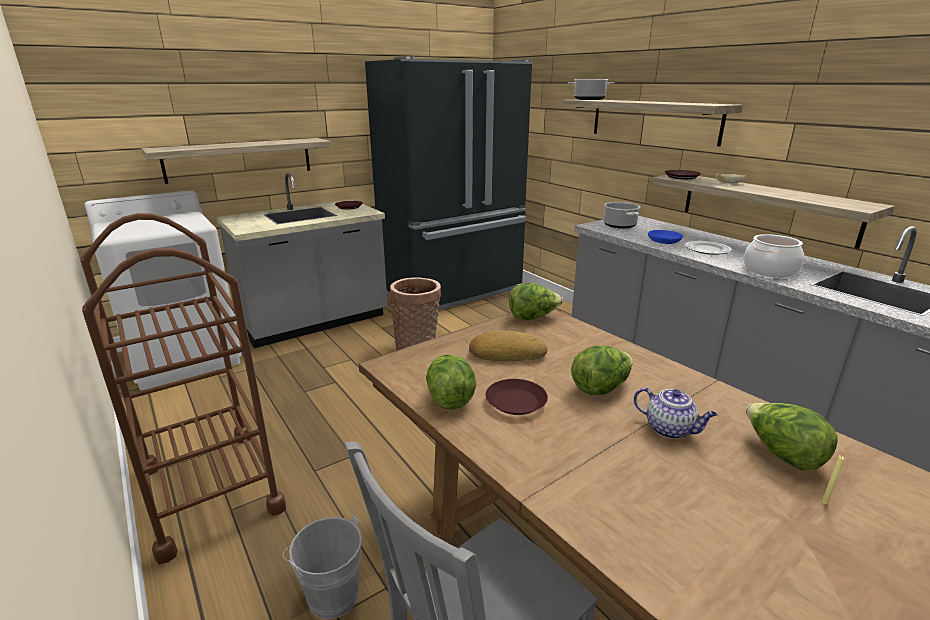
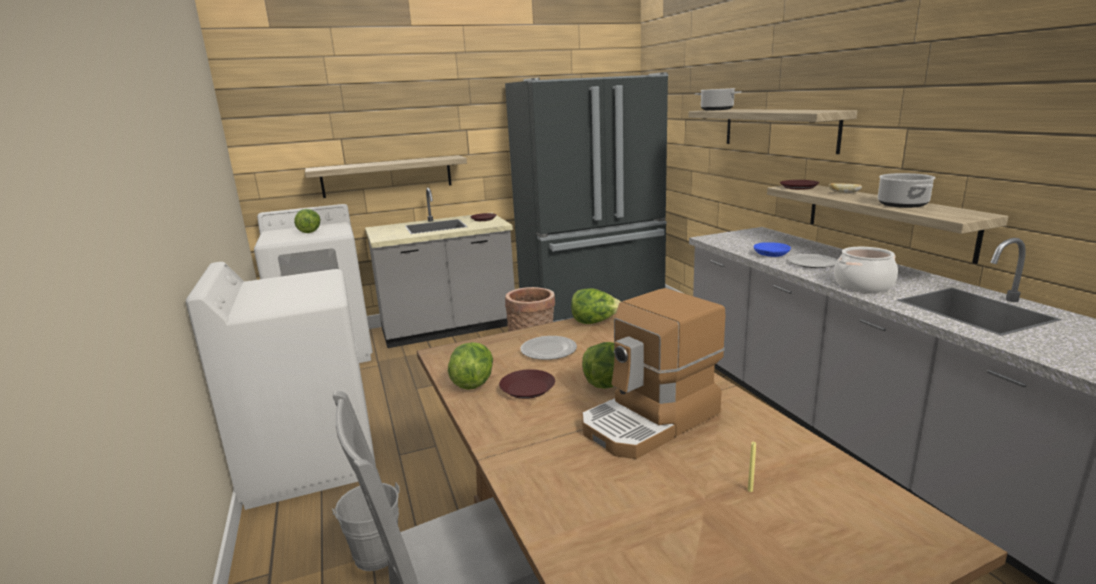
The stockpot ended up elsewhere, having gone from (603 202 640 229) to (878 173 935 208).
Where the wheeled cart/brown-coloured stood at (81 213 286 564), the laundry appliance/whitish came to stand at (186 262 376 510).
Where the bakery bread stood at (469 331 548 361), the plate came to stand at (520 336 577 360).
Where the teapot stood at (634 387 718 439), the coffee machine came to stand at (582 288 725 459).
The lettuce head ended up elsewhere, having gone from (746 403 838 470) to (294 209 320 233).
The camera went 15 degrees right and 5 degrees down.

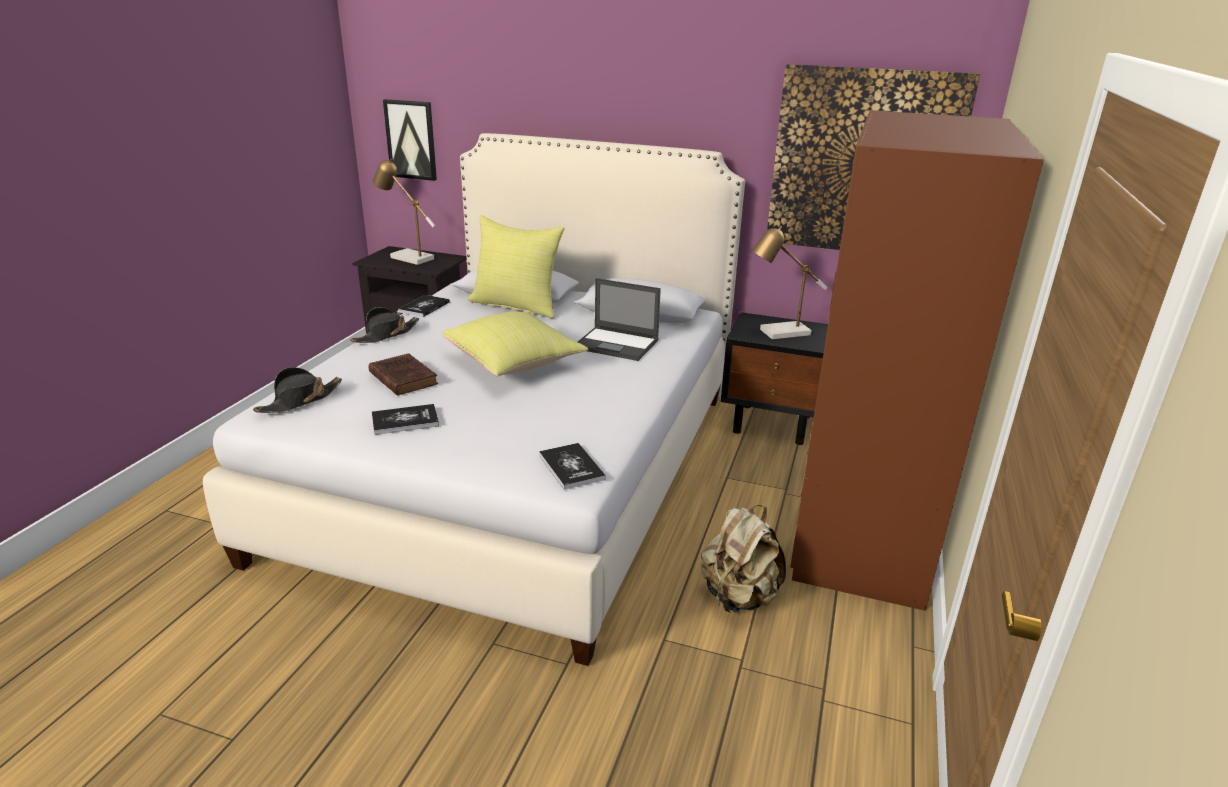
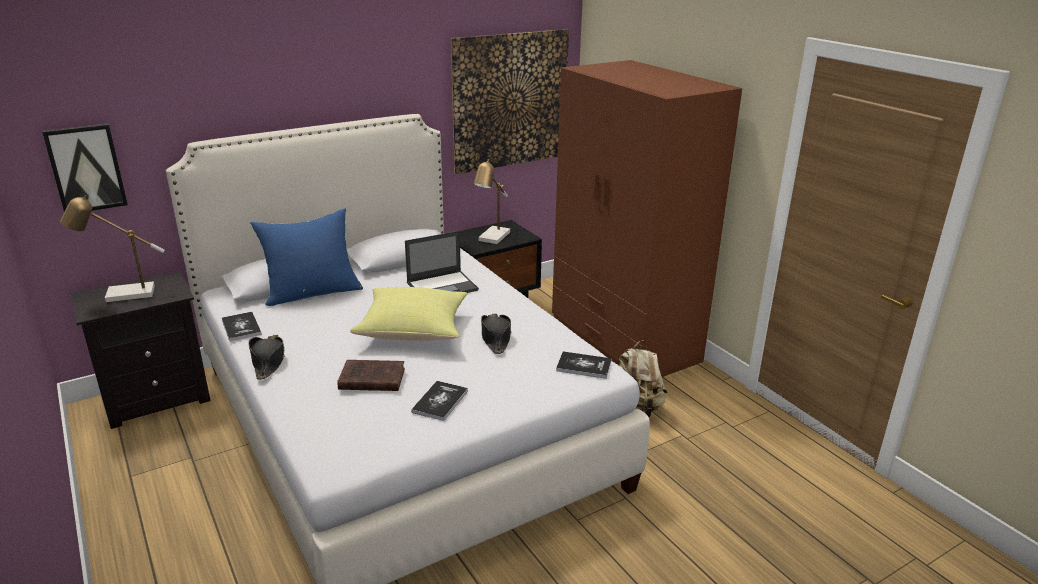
What was the cushion/yellow-coloured at (468 215 564 318) turned into the cushion/blue at (250 208 363 306).
The clothing hat/blackish ended up elsewhere, having gone from (253 367 342 413) to (481 314 511 354).
The camera went 50 degrees left and 0 degrees up.

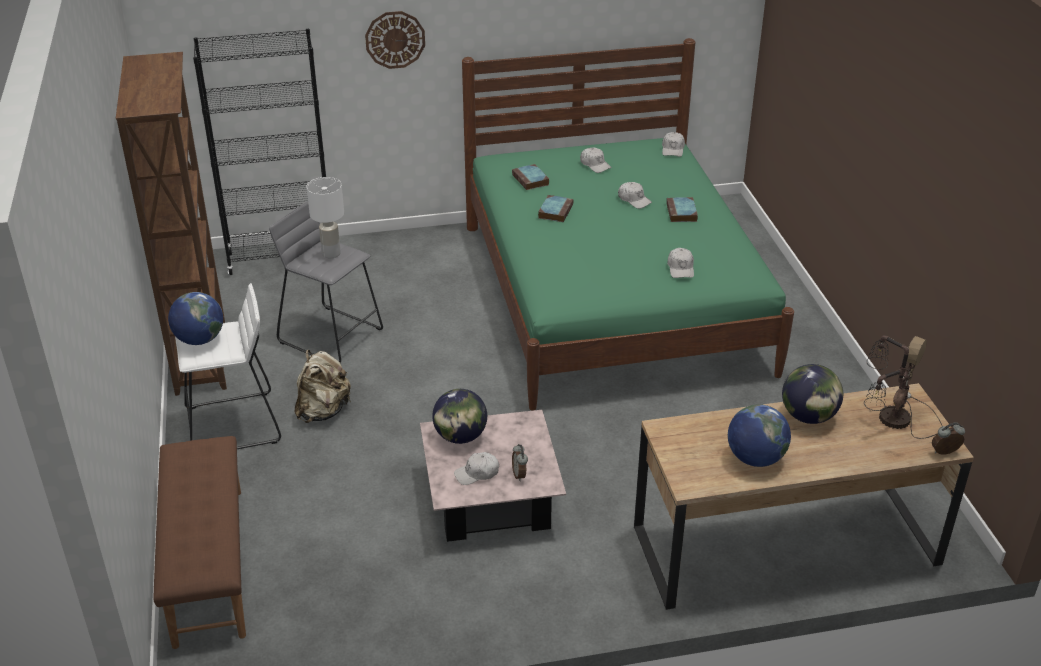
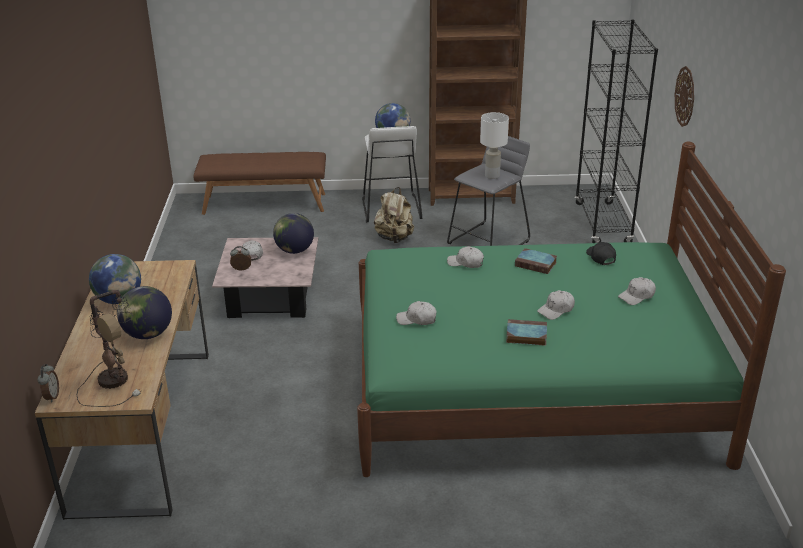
The baseball cap/whitish ended up elsewhere, having gone from (662 132 685 157) to (447 246 484 268).
Where the bound book stood at (512 164 549 190), the baseball cap/blackish came to stand at (586 242 616 265).
The camera went 100 degrees right and 5 degrees down.

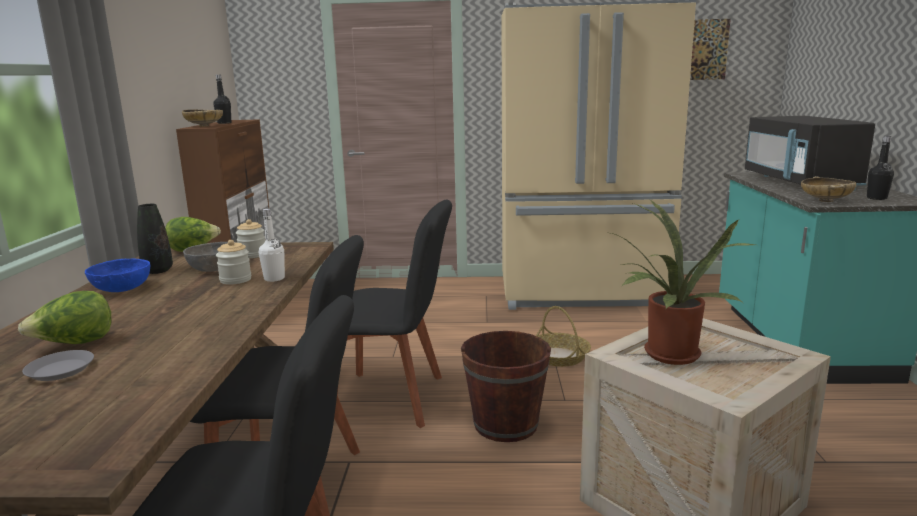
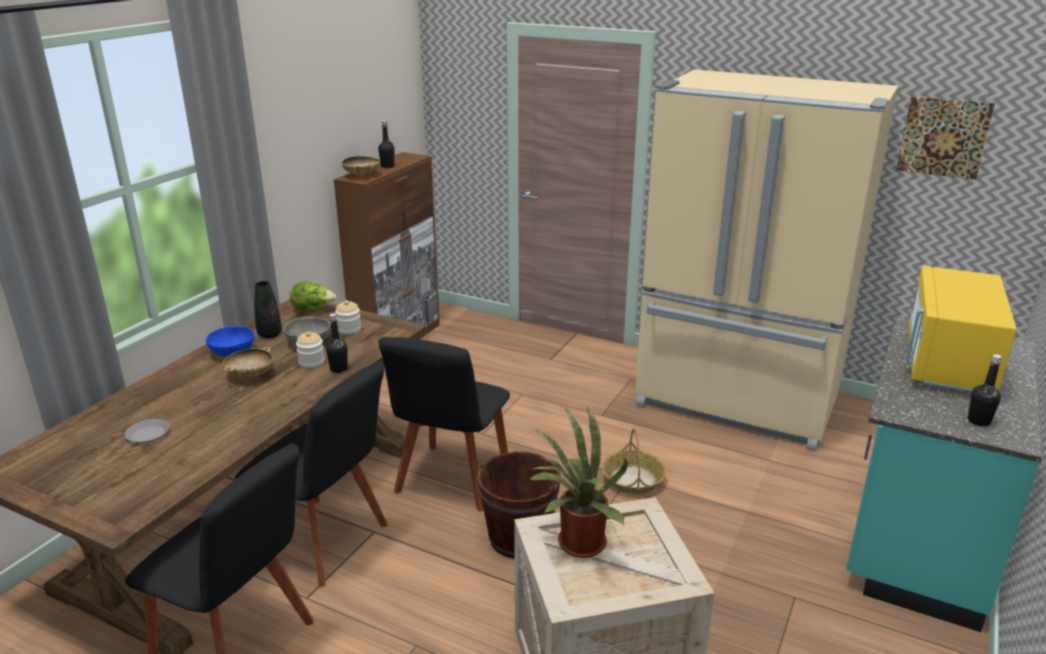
What was the microwave oven/blackish at (745 116 875 190) turned into the microwave oven/yellow-coloured at (907 265 1017 392).
The bowl/sand-coloured ended up elsewhere, having gone from (801 176 856 202) to (223 347 273 379).
The upright chair/blackish at (337 199 452 428) ended up facing another way, 75 degrees clockwise from before.
What was the beverage bottle/whitish at (258 209 285 282) turned into the beverage bottle/blackish at (326 313 348 373).
The second view lost the lettuce head at (18 291 111 344).
The camera went 25 degrees right and 10 degrees up.

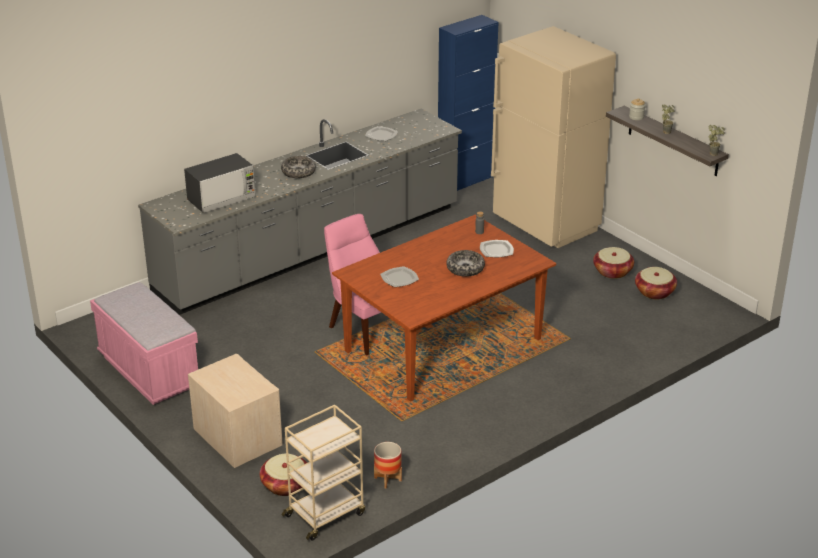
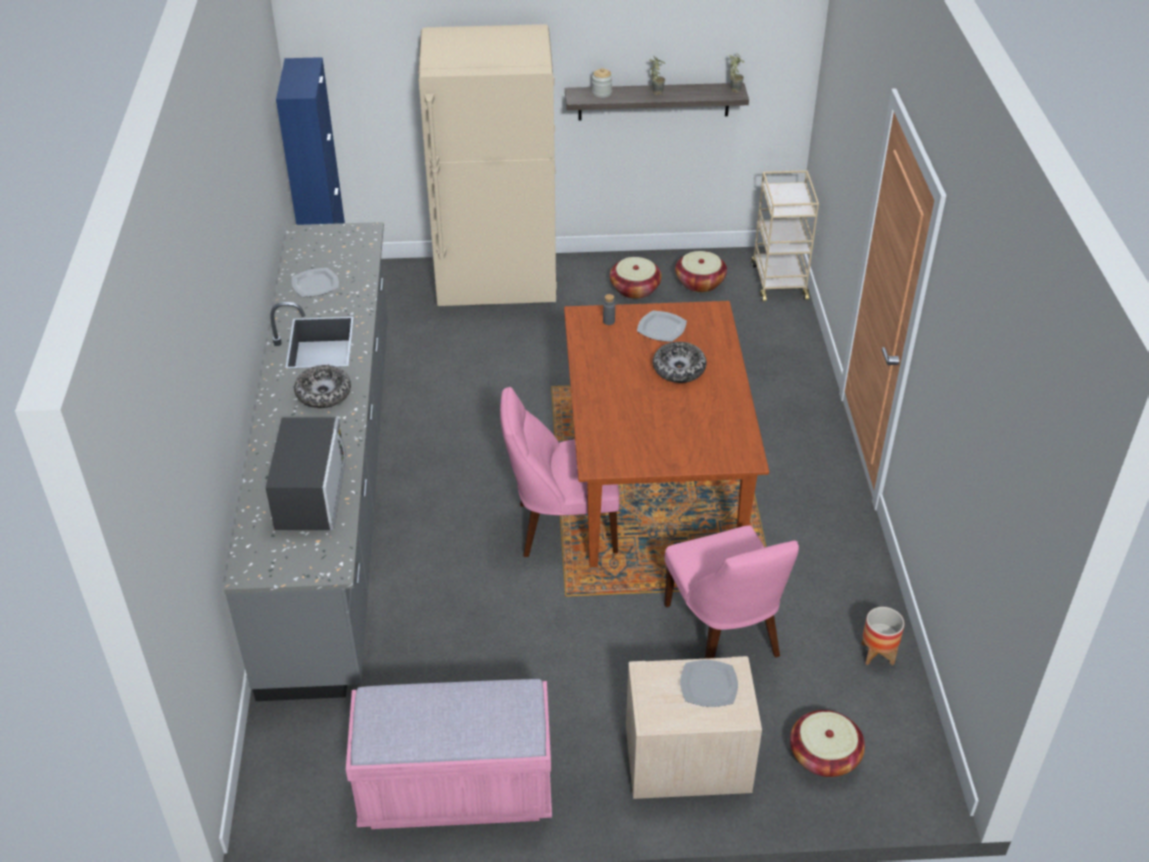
The plate ended up elsewhere, having gone from (380 266 419 287) to (680 660 738 707).
The wheeled cart/sand-coloured ended up elsewhere, having gone from (282 405 365 541) to (752 170 819 301).
The second view gained the upright chair/pink at (664 525 799 659).
The camera went 55 degrees left and 10 degrees up.

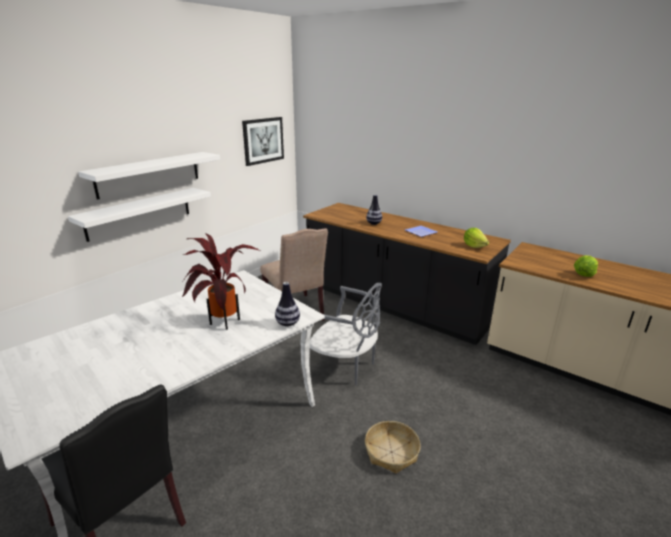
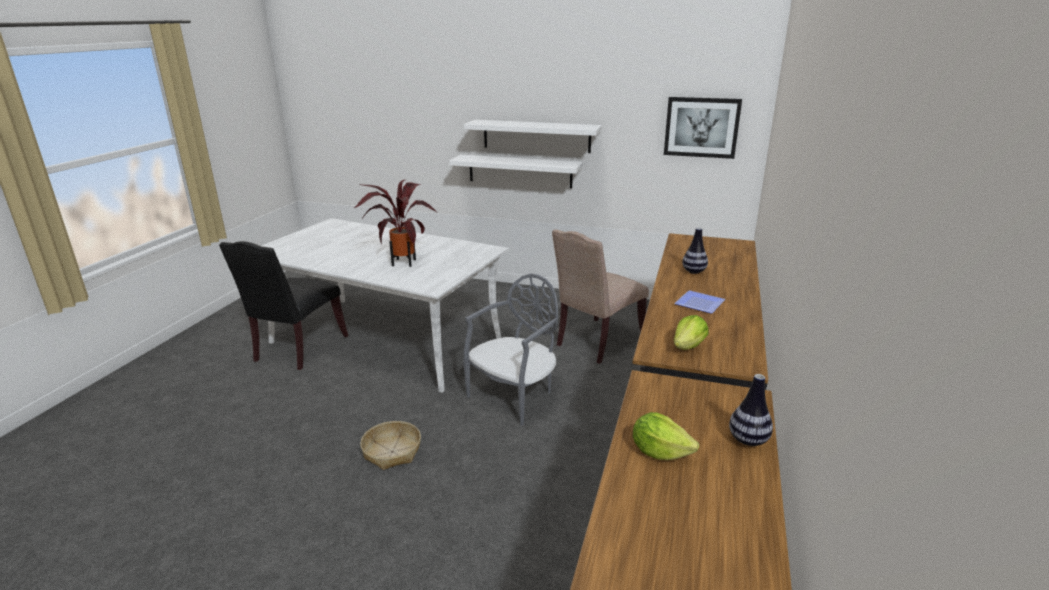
The decorative vase ended up elsewhere, having gone from (275 282 300 327) to (729 374 773 446).
The upright chair/grey at (309 283 382 385) ended up facing another way, 150 degrees counterclockwise from before.
The camera went 70 degrees right and 0 degrees up.

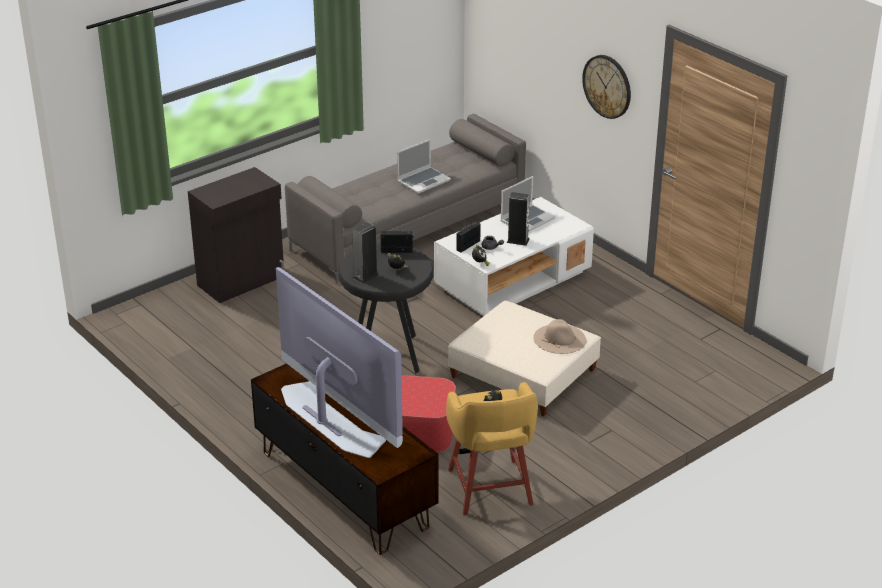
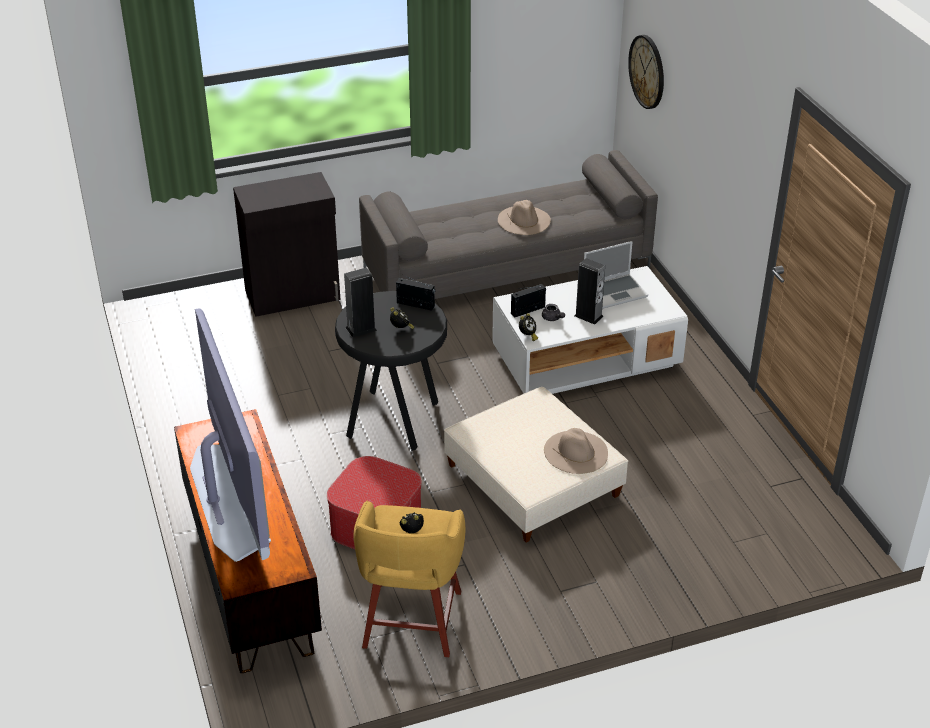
The clock on the wall ended up elsewhere, having gone from (582 55 631 119) to (628 35 664 109).
Where the notebook computer stood at (397 139 451 194), the clothing hat/sand-coloured came to stand at (498 200 551 235).
The camera went 20 degrees right and 5 degrees up.

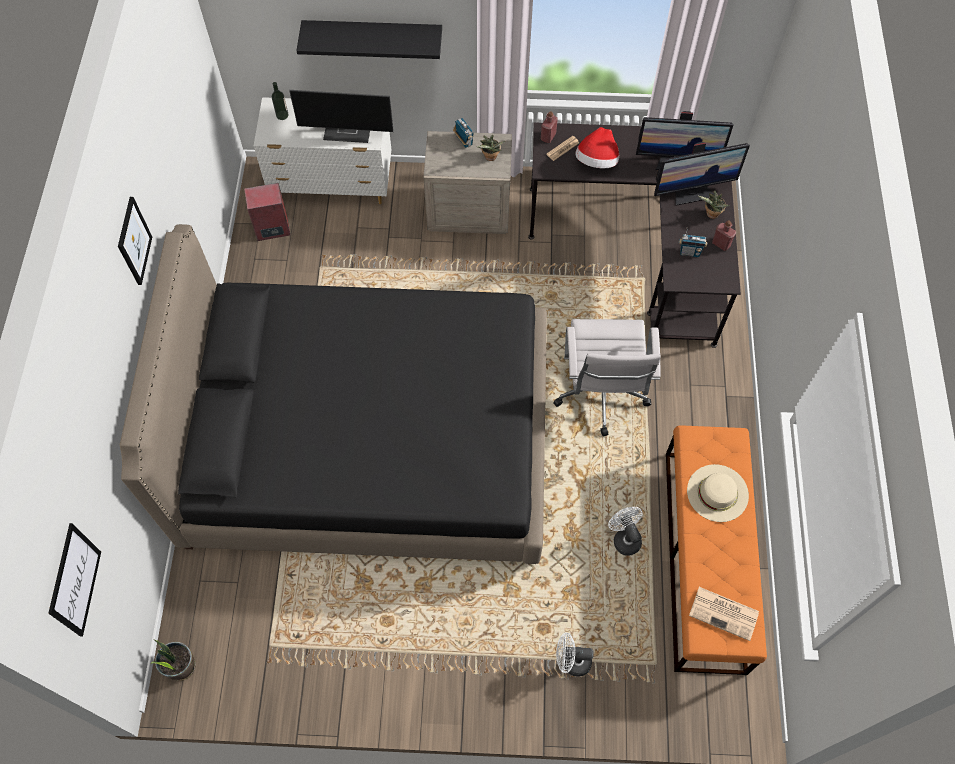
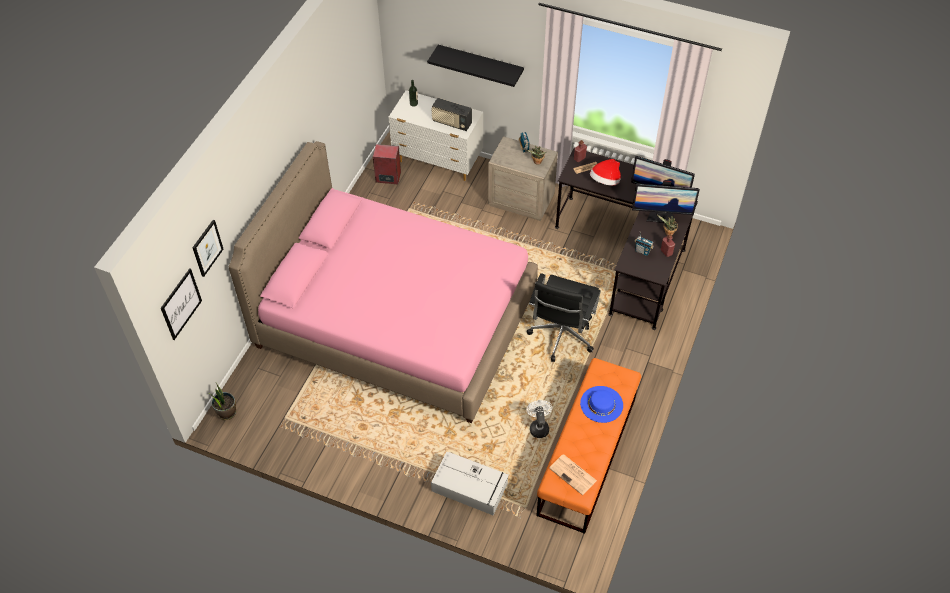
Where the monitor stood at (289 90 394 143), the radio came to stand at (432 98 472 131).
The wall picture ended up elsewhere, having gone from (118 197 152 285) to (192 220 223 277).
What was the sleeping bed/blackish at (120 224 547 564) turned into the sleeping bed/pink at (228 141 538 423).
What was the computer chair/whitish at (553 319 661 437) turned into the computer chair/blackish at (527 273 601 362).
What was the clothing hat/sand-coloured at (687 464 749 522) turned into the clothing hat/blue at (580 386 623 423).
Where the cooling fan/whitish stood at (556 633 594 677), the storage bin/grey came to stand at (431 452 509 515).
The camera went 20 degrees right and 10 degrees down.

